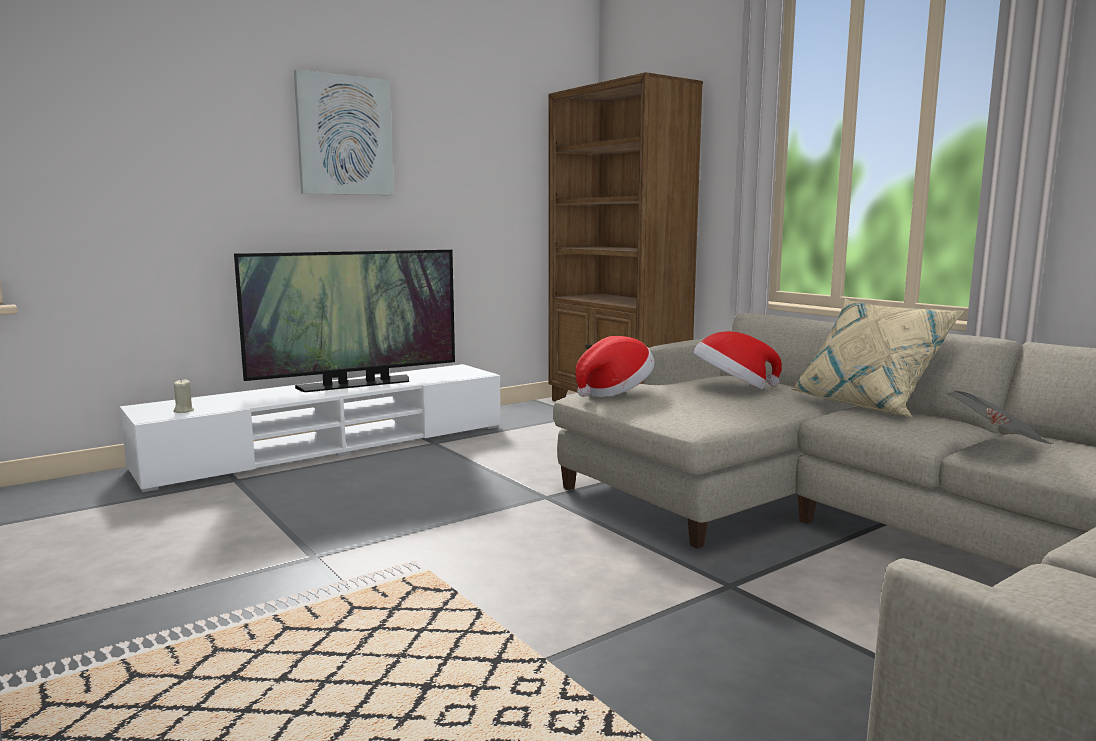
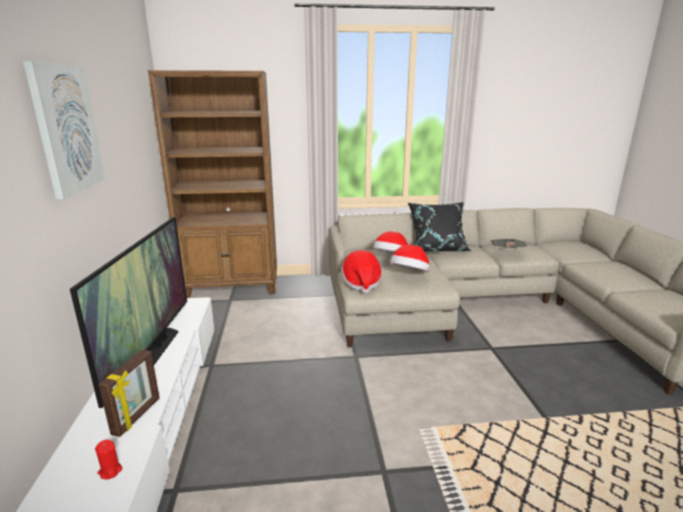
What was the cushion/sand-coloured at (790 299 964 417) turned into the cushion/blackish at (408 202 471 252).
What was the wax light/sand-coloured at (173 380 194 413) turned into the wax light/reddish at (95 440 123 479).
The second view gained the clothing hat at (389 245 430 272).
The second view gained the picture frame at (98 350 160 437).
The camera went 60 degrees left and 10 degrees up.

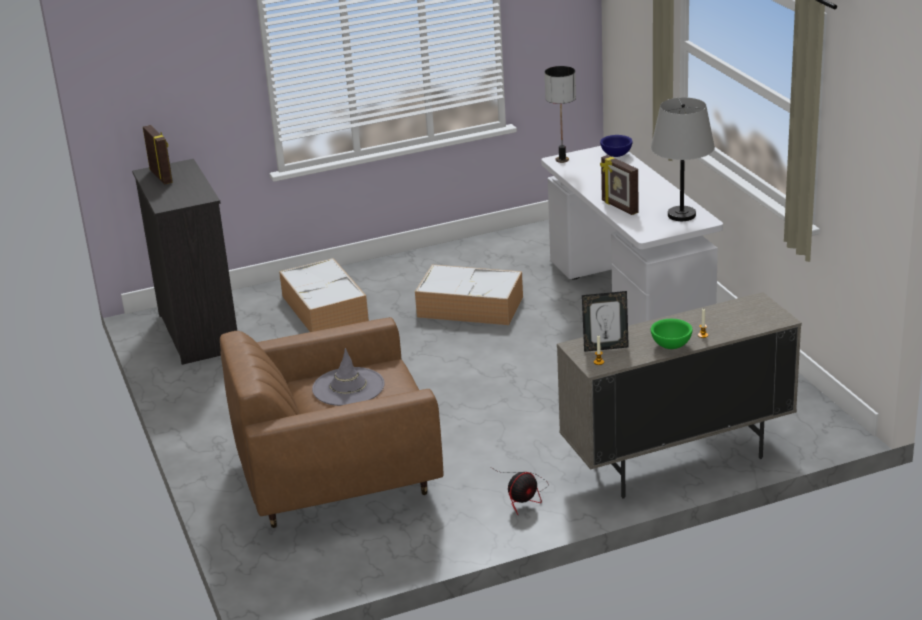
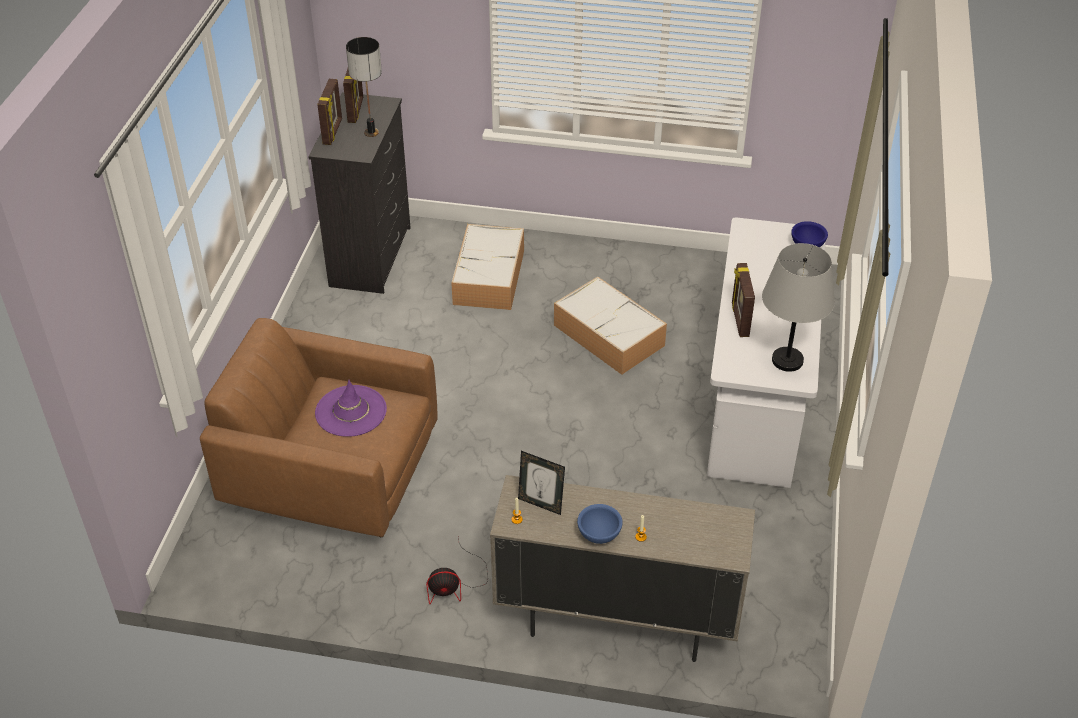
The tabletop lamp ended up elsewhere, having gone from (545 66 576 163) to (346 37 382 137).
What was the bowl/green-coloured at (651 319 693 349) turned into the bowl/blue at (577 504 623 544).
What was the clothing hat/grey at (312 348 385 406) turned into the clothing hat/purple at (315 380 387 437).
The second view gained the picture frame at (317 79 342 145).
The camera went 30 degrees right and 15 degrees up.

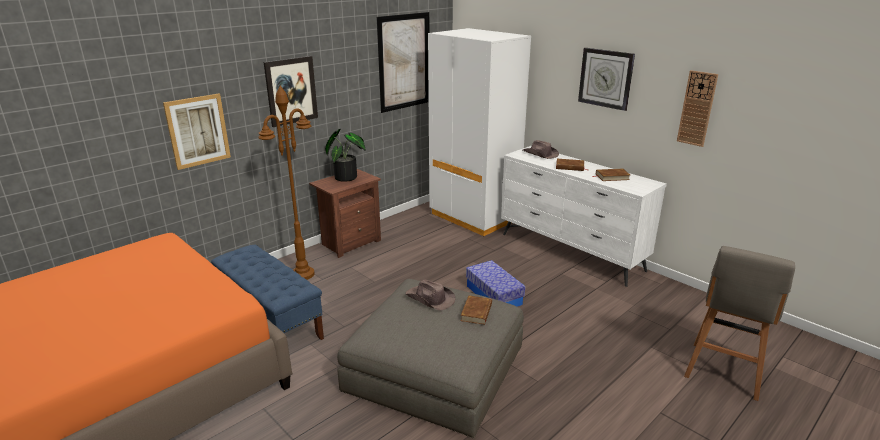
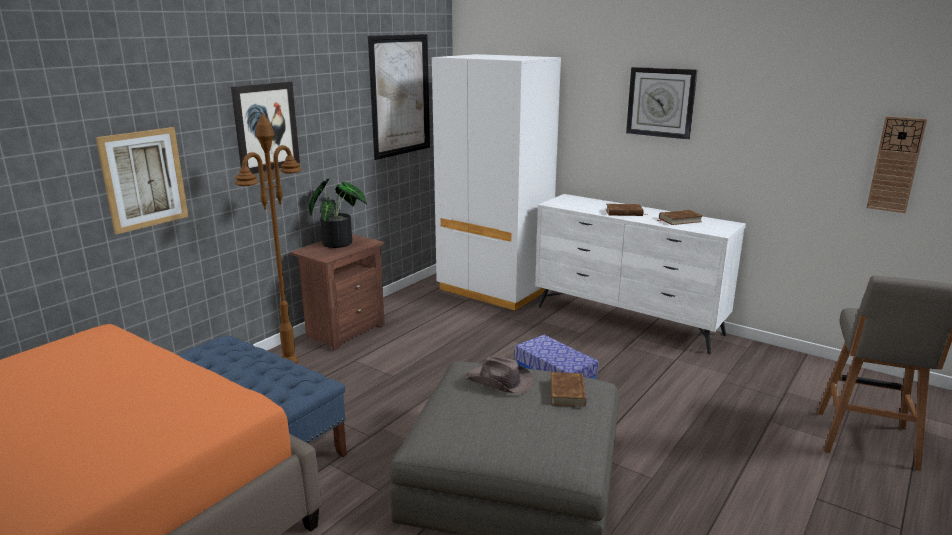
The clock on the wall ended up elsewhere, having gone from (677 70 718 147) to (866 116 927 213).
The second view lost the clothing hat/brown-coloured at (523 140 559 159).
The camera went 10 degrees left and 5 degrees down.

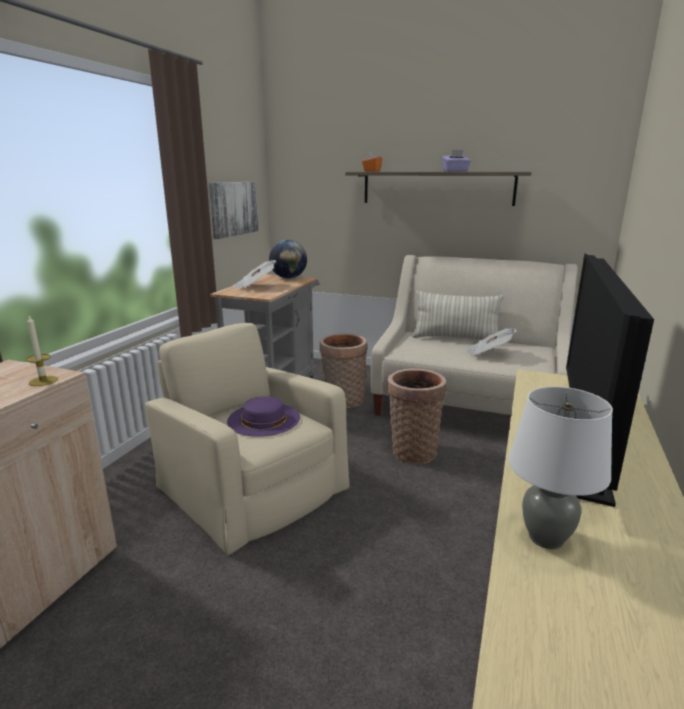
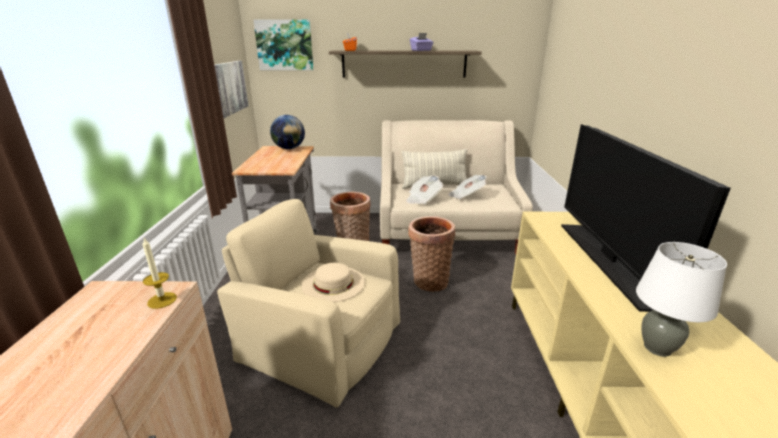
The daily paper ended up elsewhere, having gone from (232 260 276 288) to (406 175 443 204).
What was the clothing hat/purple at (227 396 300 437) turned into the clothing hat/sand-coloured at (301 263 365 302).
The second view gained the wall picture at (254 19 313 70).
The camera went 20 degrees left and 5 degrees up.

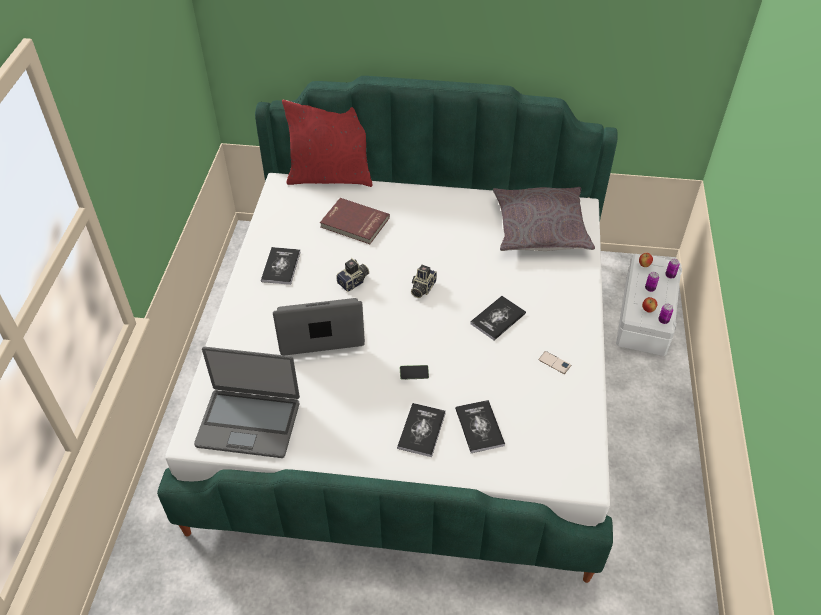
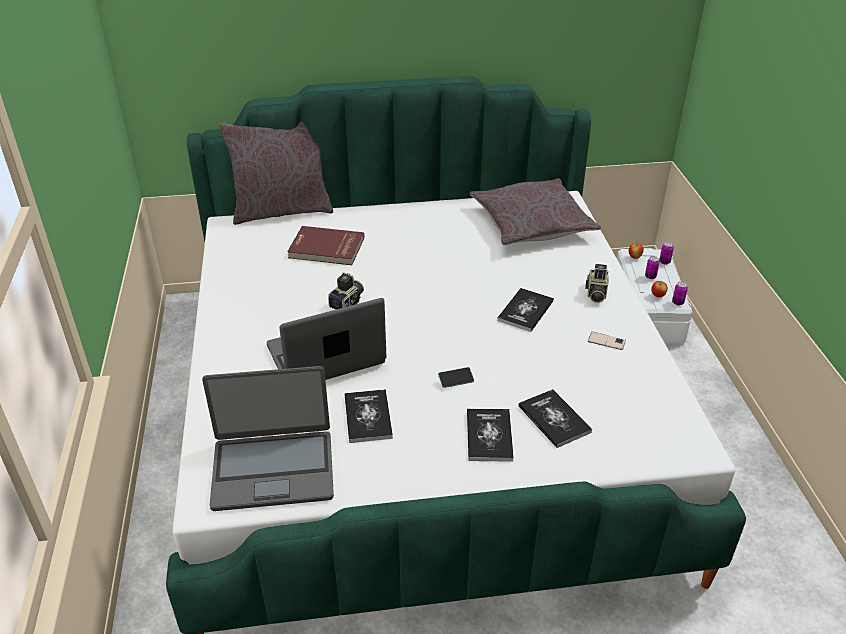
What was the cushion/reddish at (282 100 373 187) turned into the cushion/grey at (219 121 333 225).
The bound book ended up elsewhere, having gone from (261 247 300 285) to (345 389 393 443).
The photo camera ended up elsewhere, having gone from (411 265 437 298) to (585 264 609 303).
The camera went 15 degrees left and 10 degrees down.

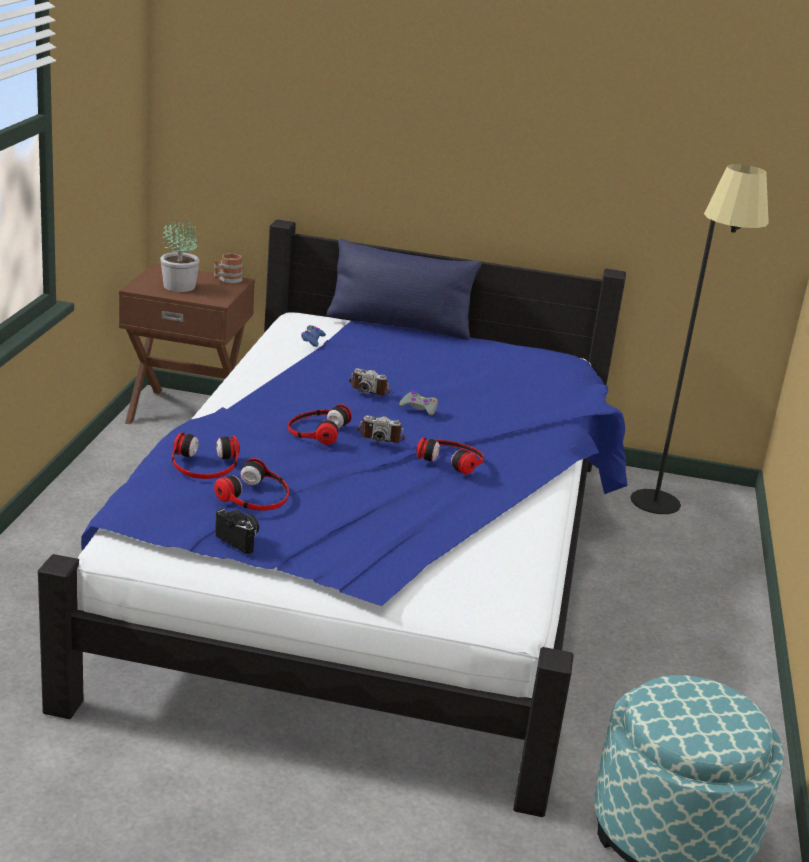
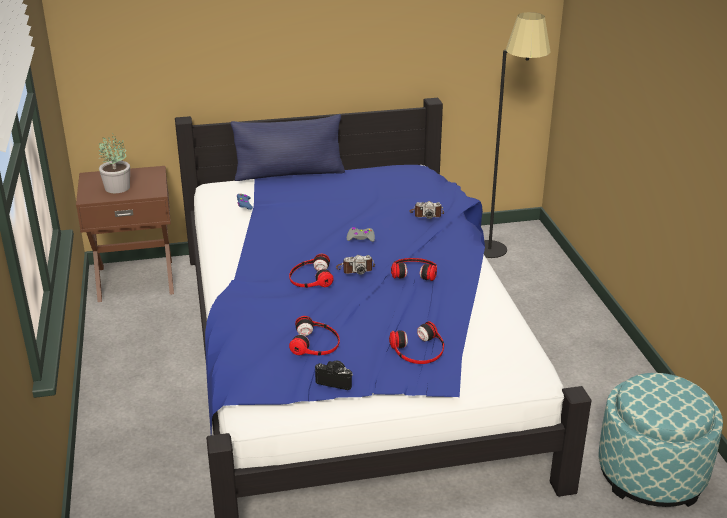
The second view lost the mug at (214 253 243 283).
The photo camera ended up elsewhere, having gone from (349 368 390 396) to (410 201 444 219).
The headset ended up elsewhere, having gone from (172 432 240 479) to (389 321 444 364).
The camera went 20 degrees left and 5 degrees up.

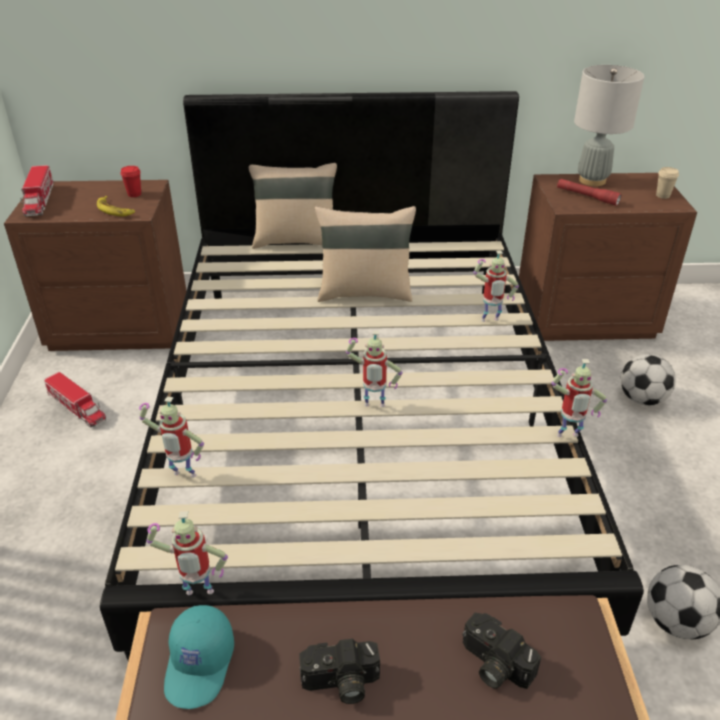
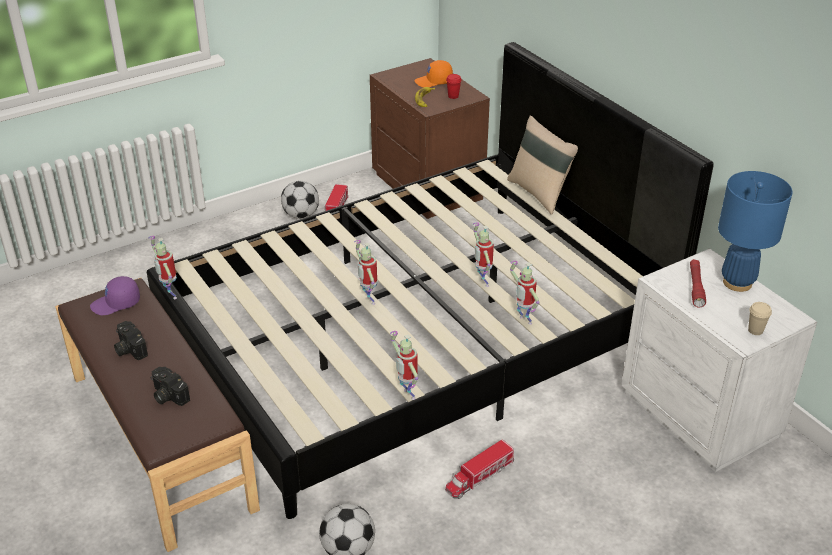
What was the tabletop lamp/grey at (574 65 645 186) turned into the tabletop lamp/blue at (718 171 792 292).
The toy lorry ended up elsewhere, having gone from (20 165 54 217) to (445 439 514 499).
What was the night table/brown-coloured at (519 173 697 341) turned into the night table/whitish at (621 248 817 472).
The second view lost the cushion/sand-coloured at (315 206 416 302).
The football ended up elsewhere, having gone from (621 354 676 405) to (281 181 319 219).
The robot figure ended up elsewhere, having gone from (139 397 204 478) to (473 222 494 287).
What was the baseball cap/blue-green at (164 605 234 709) turned into the baseball cap/purple at (90 276 140 315).
The photo camera at (462 613 541 689) ended up facing another way, 60 degrees counterclockwise from before.
The second view gained the baseball cap/orange-coloured at (414 60 453 88).
The camera went 60 degrees right and 0 degrees up.

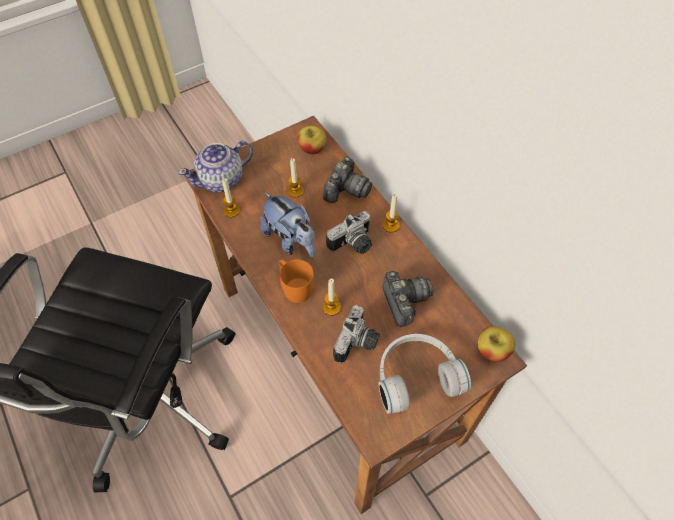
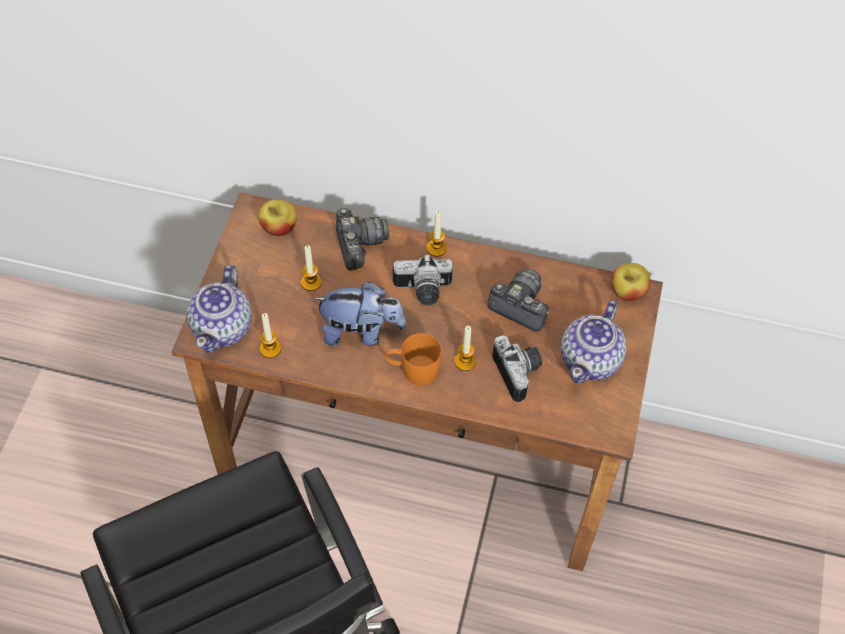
The photo camera at (326 211 372 254) ended up facing another way, 75 degrees clockwise from before.
Where the headset/whitish stood at (379 334 471 414), the teapot came to stand at (561 300 627 384).
The camera went 45 degrees left and 0 degrees up.

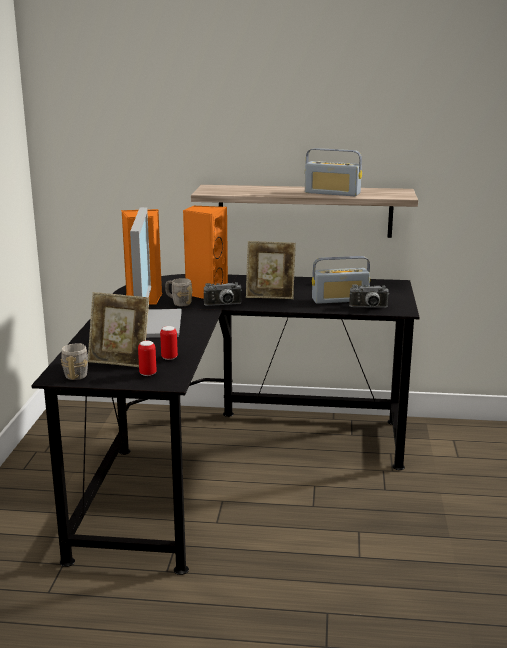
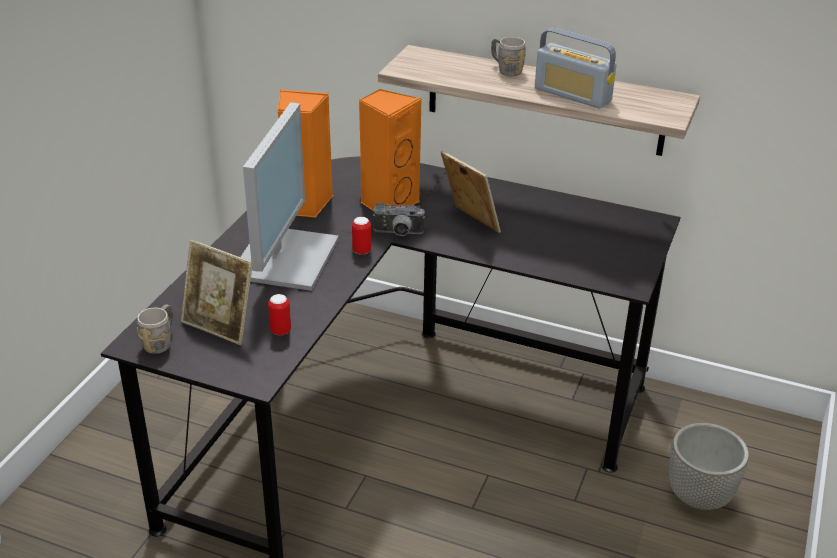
The picture frame at (246 241 296 299) ended up facing another way, 150 degrees counterclockwise from before.
The second view lost the radio at (312 256 370 304).
The mug/grey ended up elsewhere, having gone from (165 278 193 306) to (491 37 526 76).
The second view lost the photo camera at (349 284 389 308).
The can ended up elsewhere, having gone from (138 341 157 376) to (352 217 371 255).
The second view gained the plant pot/grey at (669 423 749 510).
The camera went 15 degrees right and 15 degrees up.

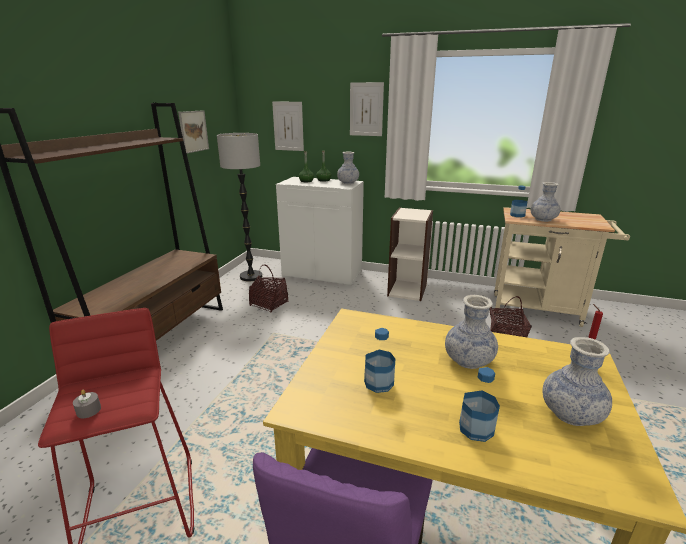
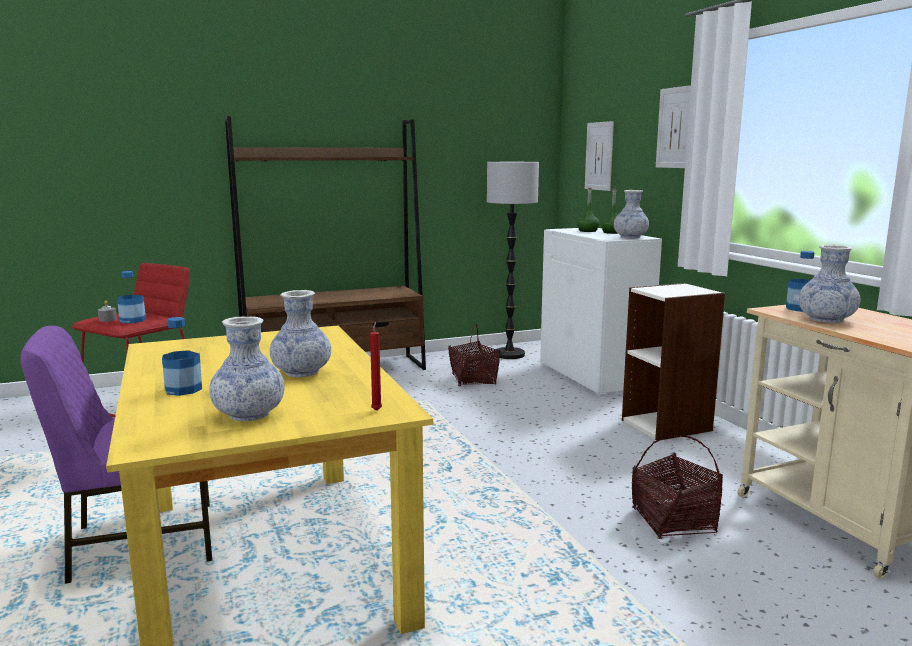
The second view lost the wall picture at (178 110 209 153).
The beverage bottle ended up elsewhere, having gone from (364 328 395 393) to (117 271 146 323).
The camera went 50 degrees right and 10 degrees down.

